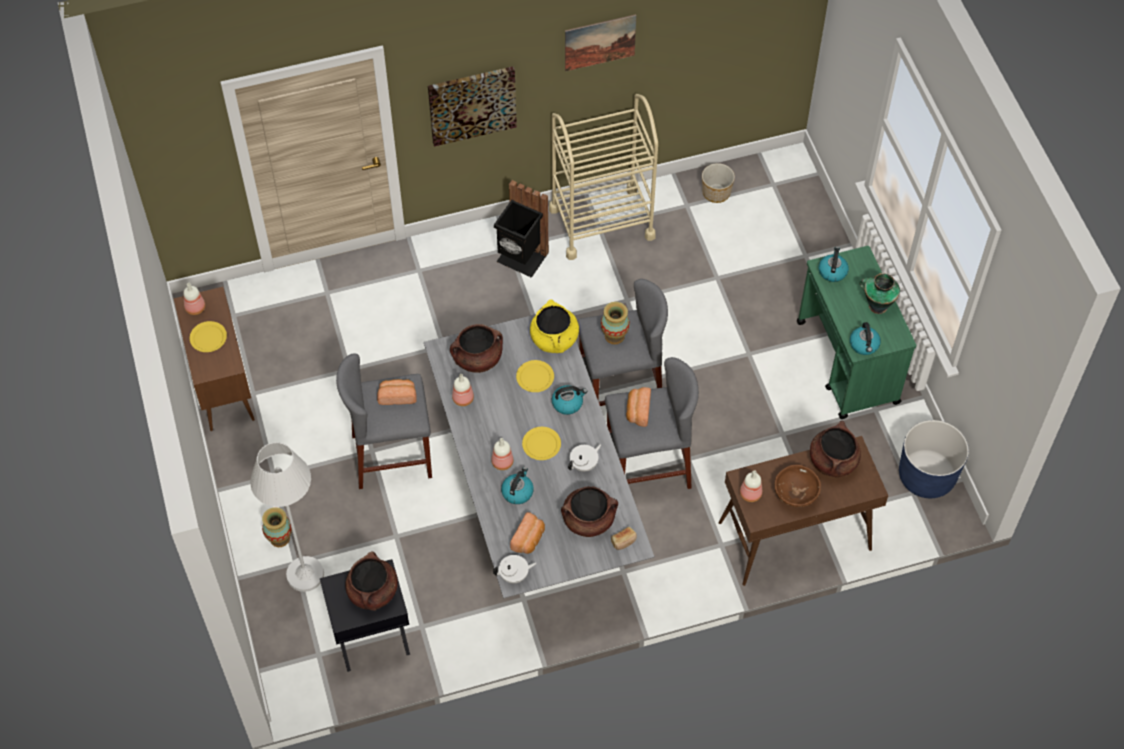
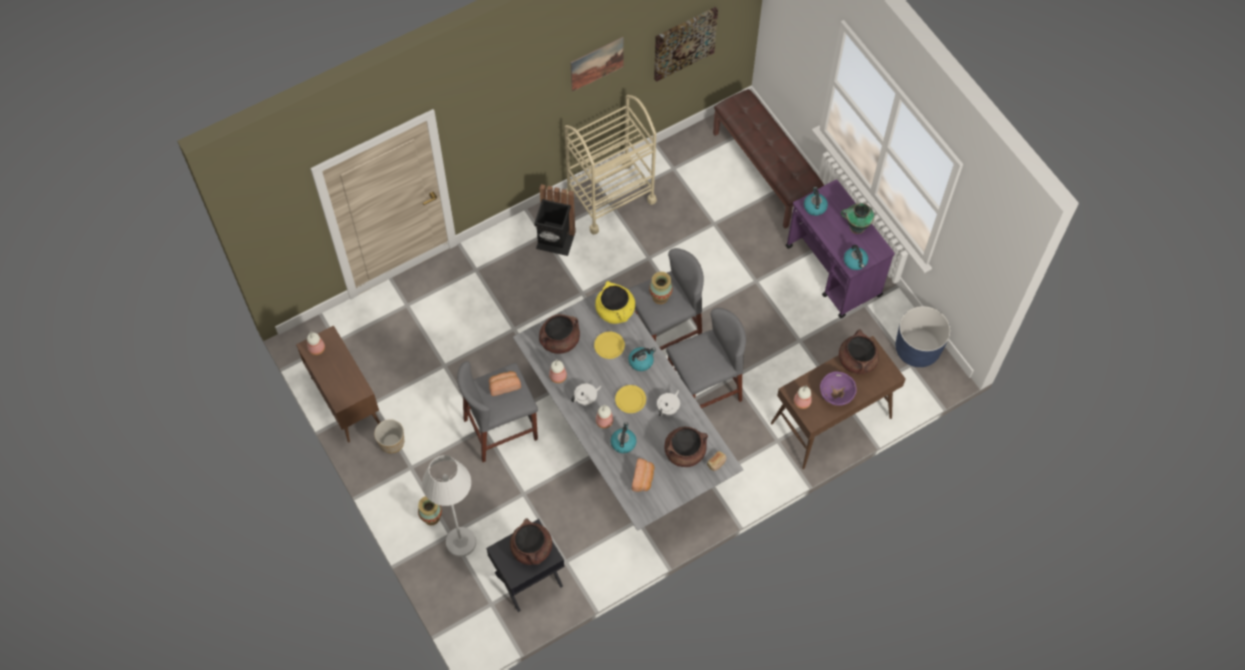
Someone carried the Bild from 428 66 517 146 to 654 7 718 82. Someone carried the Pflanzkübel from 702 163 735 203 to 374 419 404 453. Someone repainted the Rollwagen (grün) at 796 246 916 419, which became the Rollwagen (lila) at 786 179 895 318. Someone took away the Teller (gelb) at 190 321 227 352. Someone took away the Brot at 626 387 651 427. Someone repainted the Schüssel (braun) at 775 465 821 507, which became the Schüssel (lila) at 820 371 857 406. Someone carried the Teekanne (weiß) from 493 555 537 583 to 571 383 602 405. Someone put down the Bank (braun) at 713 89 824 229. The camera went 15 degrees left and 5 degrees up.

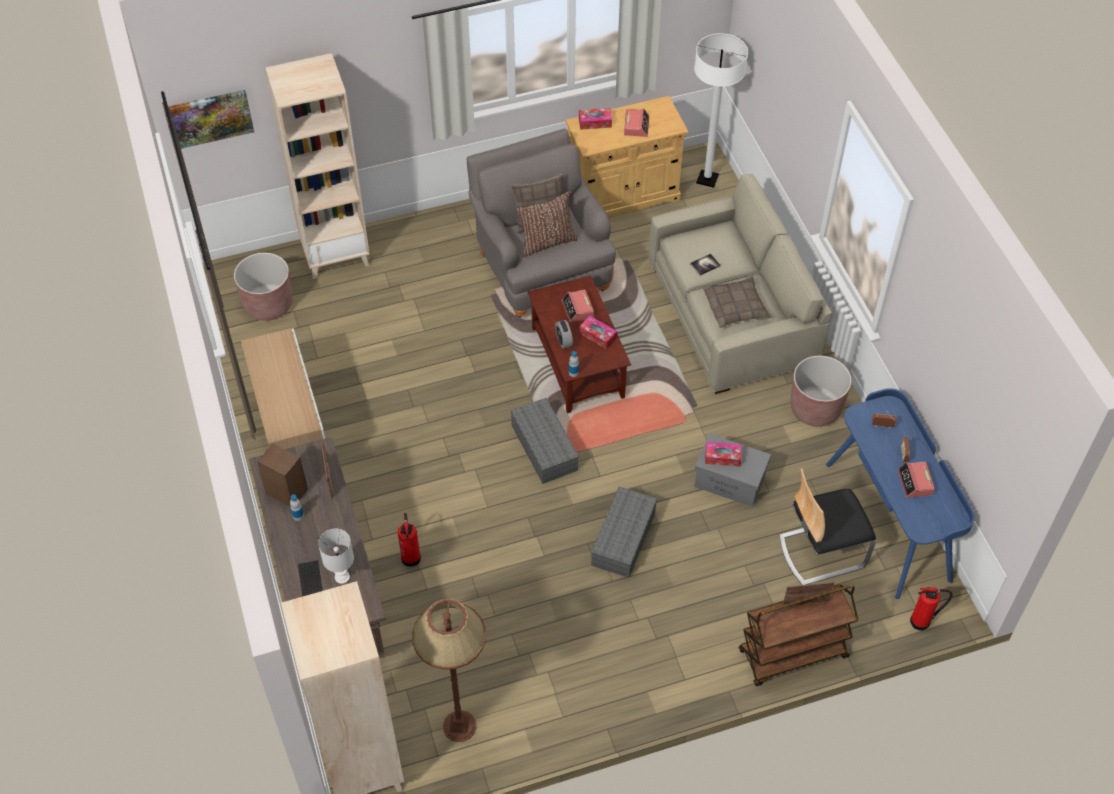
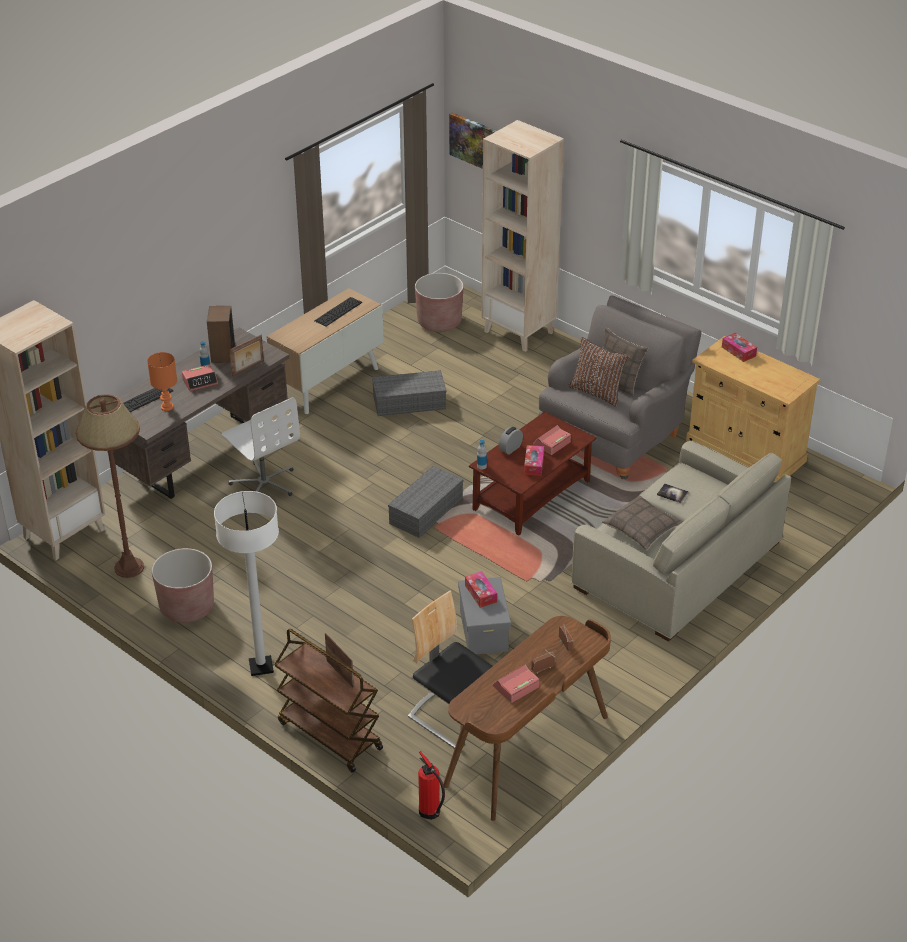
Someone carried the Stehlampe (weiß) from 694 33 748 188 to 214 491 279 676. Someone carried the Wecker from 624 109 649 137 to 182 365 218 391. Someone carried the Pflanzkübel (braun) from 790 356 851 427 to 152 548 214 623. Someone repainted the Schreibtisch (blau) at 826 388 975 599, which became the Schreibtisch (braun) at 443 616 611 821. Someone carried the Aufbewahrungsbox (grau) from 591 487 657 578 to 372 370 447 416. Someone swapped the Feuerlöscher at 398 513 421 566 for the Bürostuhl (weiß) at 222 397 300 496. Someone repainted the Tischlampe (weiß) at 318 529 354 584, which became the Tischlampe (orange) at 147 352 177 411. Someone put down the Tastatur at 314 297 362 326. The camera went 60 degrees right and 15 degrees down.

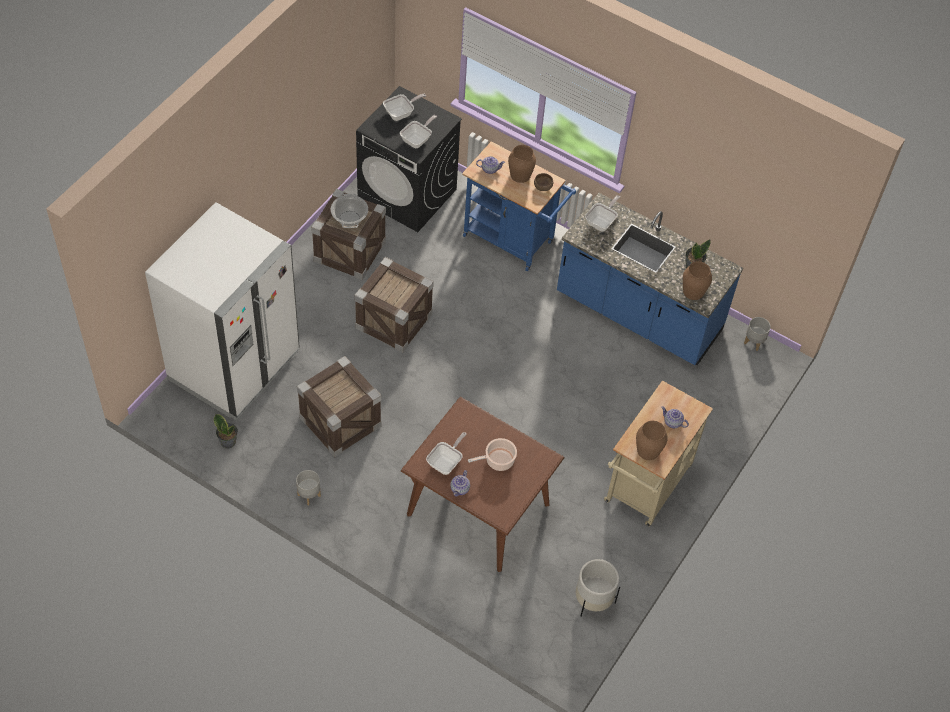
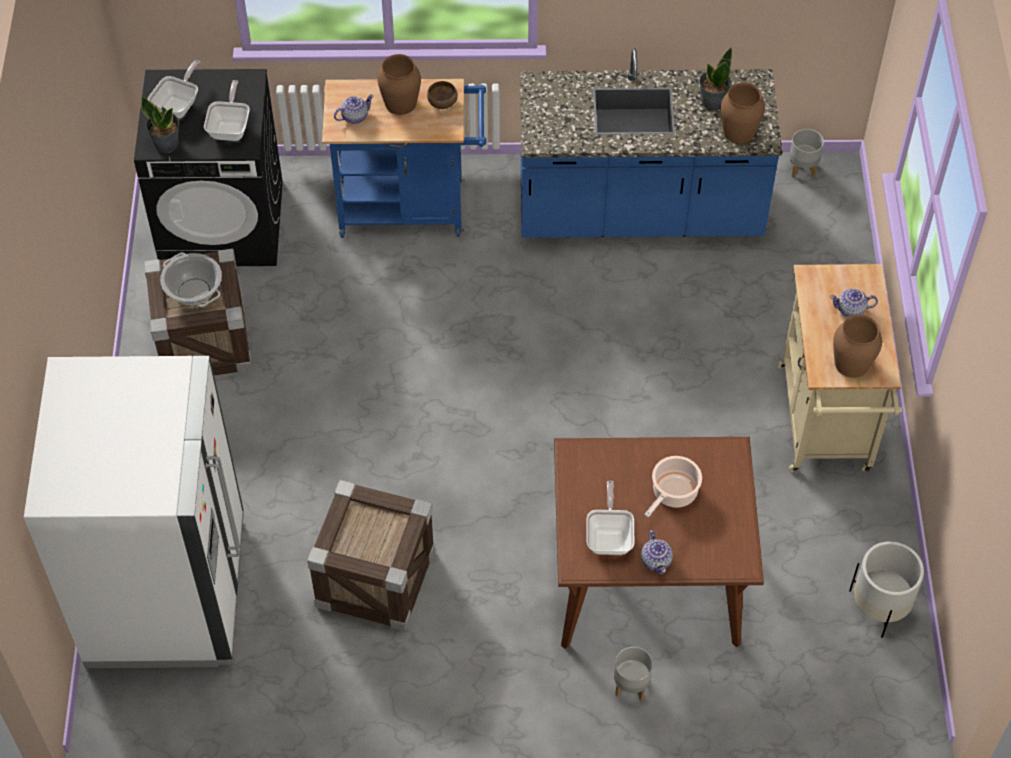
Someone took away the Pfanne at 585 195 620 231. Someone took away the Kiste at 355 257 434 353. Someone carried the Topfpflanze from 214 414 238 448 to 141 97 179 153. Someone carried the Pflanzkübel (grau) from 296 470 321 506 to 614 647 653 701. The camera went 30 degrees left and 0 degrees up.

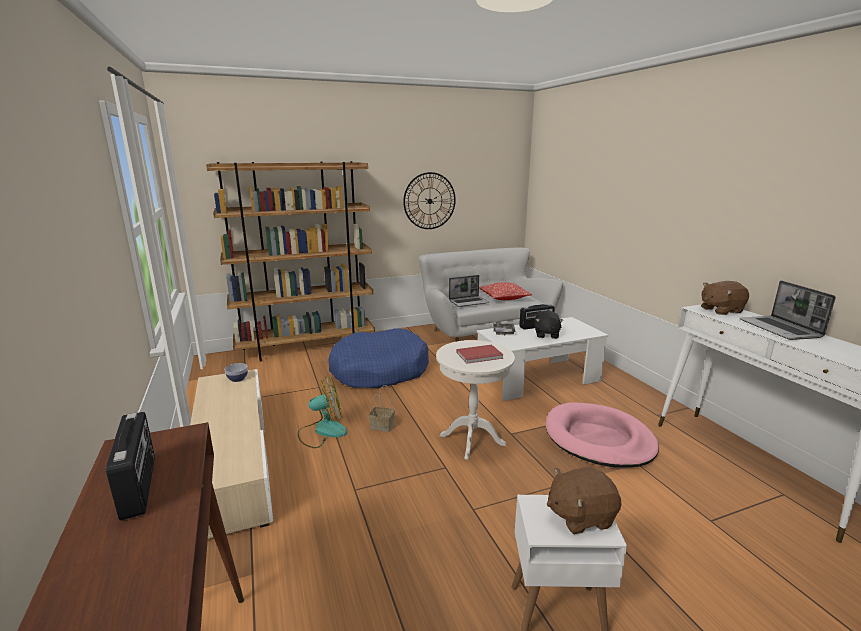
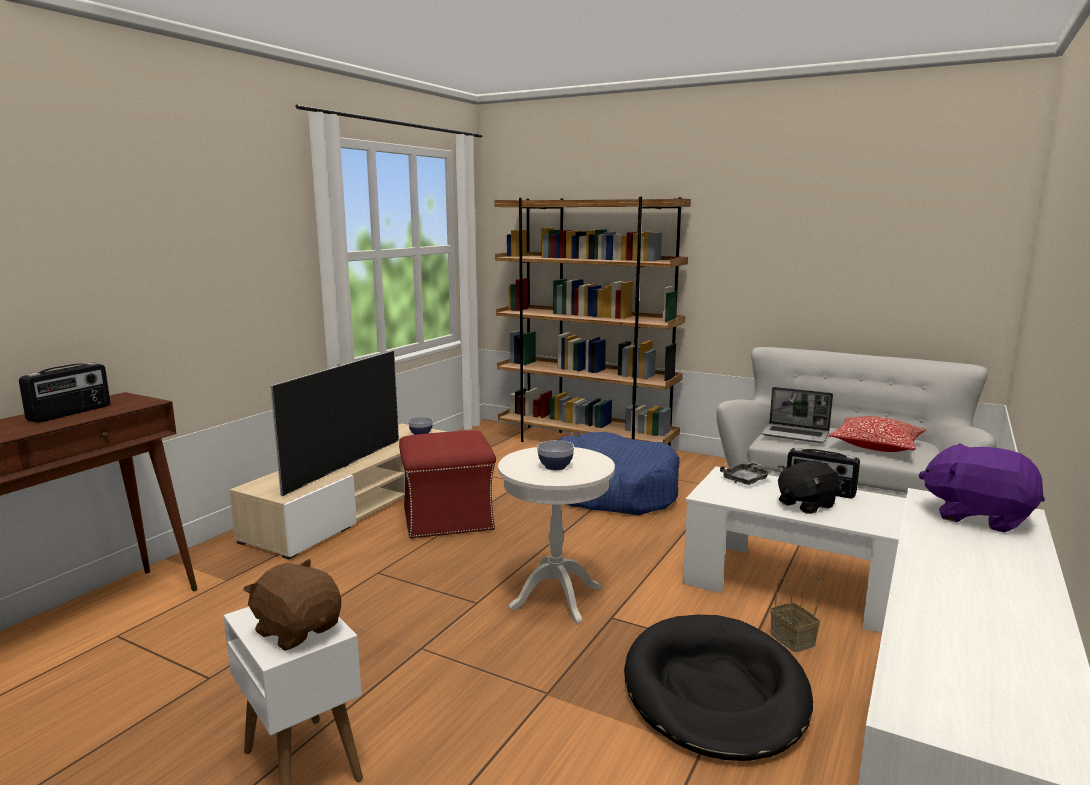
Someone took away the Wanduhr at 403 172 456 229. Someone repainted the Plüschtier (braun) at 701 281 749 315, which became the Plüschtier (lila) at 919 443 1045 533. Someone took away the Laptop at 739 281 836 340. Someone swapped the Buch (rot) at 456 345 504 364 for the Schüssel at 537 440 574 470. Someone swapped the Ventilator at 298 376 347 448 for the Polsterhocker (rot) at 399 430 496 539. Someone carried the Korb from 369 385 395 432 to 771 570 820 652. Someone repainted the Hundebett (rosa) at 546 402 659 468, which became the Hundebett (schwarz) at 624 615 813 761. Someone put down the Fernseher at 270 351 399 496. The camera went 50 degrees right and 5 degrees down.

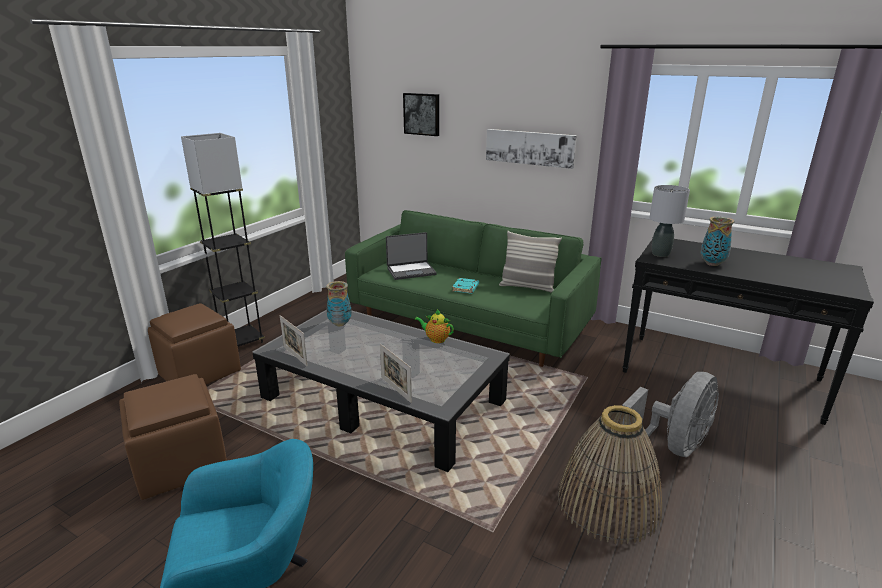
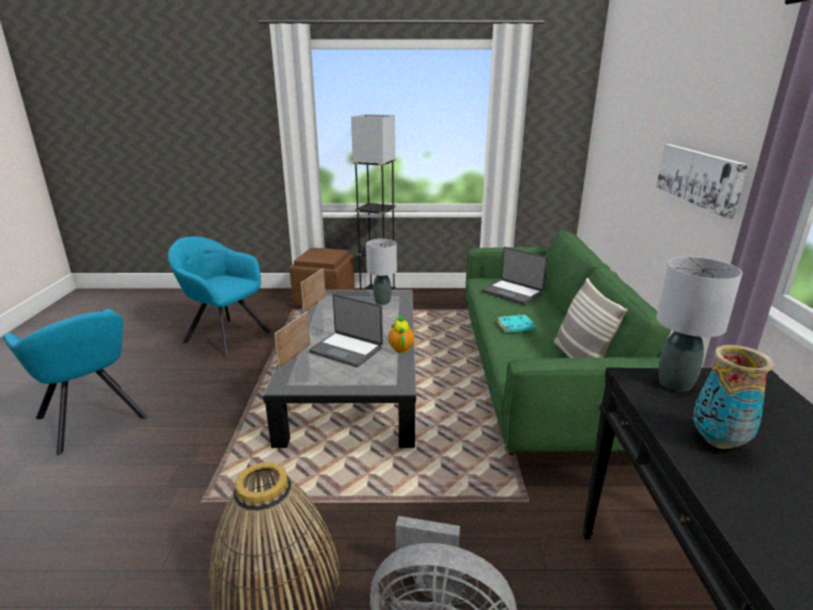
Someone took away the Bild at 403 93 439 136. Someone swapped the Vase at 326 281 352 326 for the Tischlampe (grau) at 366 239 397 305. Someone swapped the Polsterhocker (braun) at 119 374 227 500 for the Sessel (türkis) at 168 236 272 358. Someone put down the Laptop at 309 294 383 367. The camera went 60 degrees right and 0 degrees up.

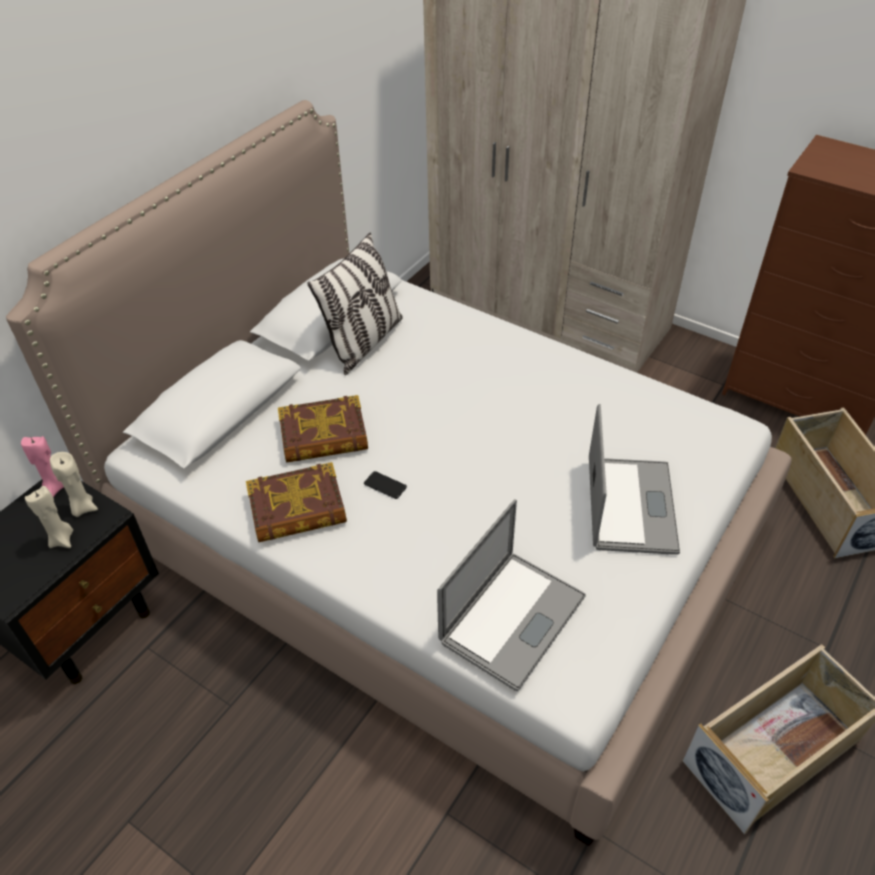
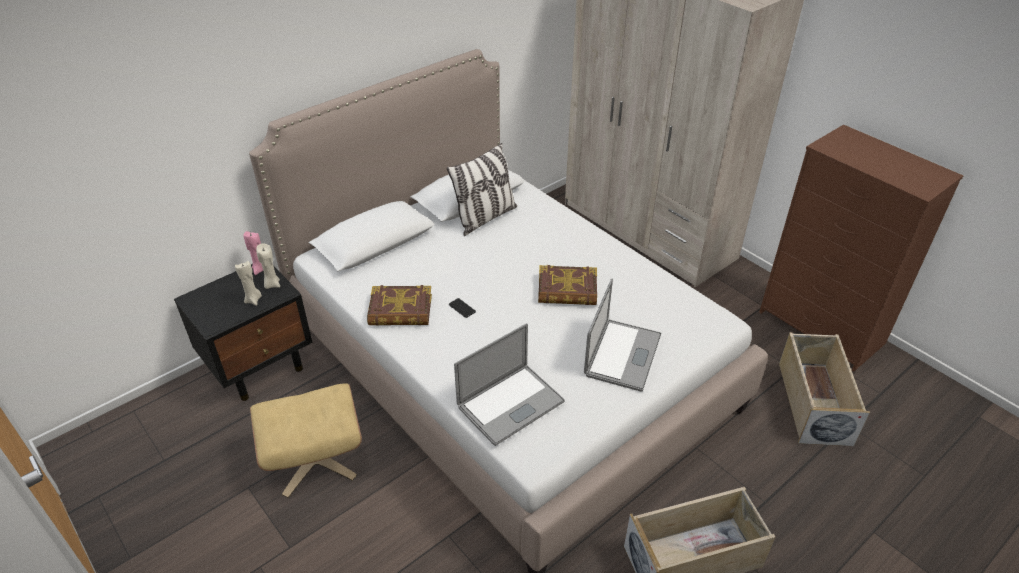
Someone carried the Buch from 278 395 368 463 to 538 265 597 305. Someone put down the Polsterhocker (beige) at 250 383 362 498. The camera went 15 degrees right and 5 degrees down.

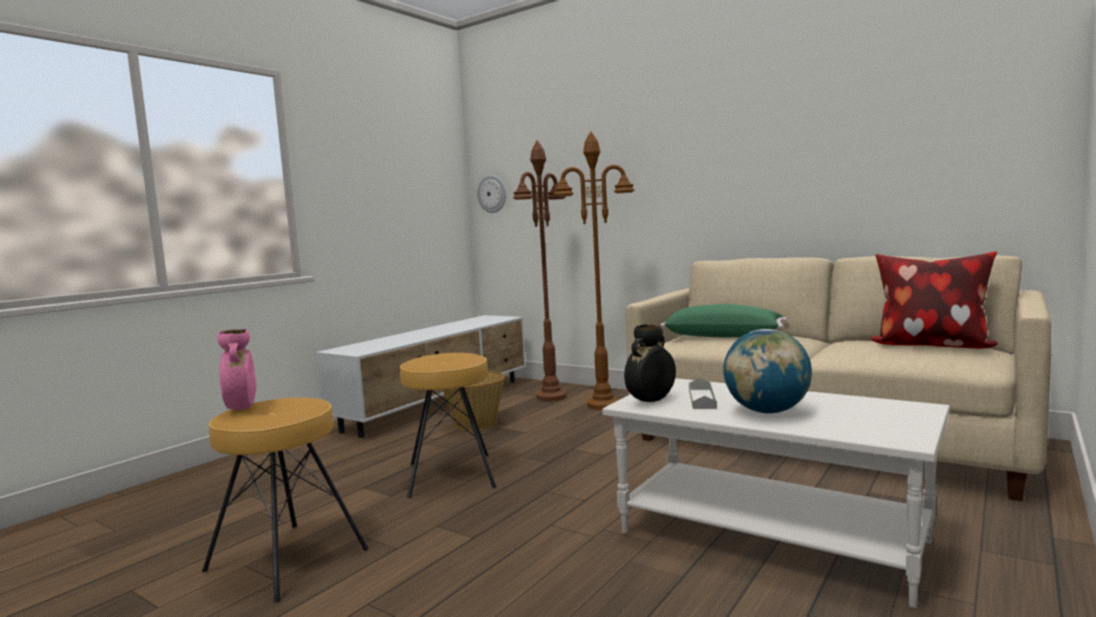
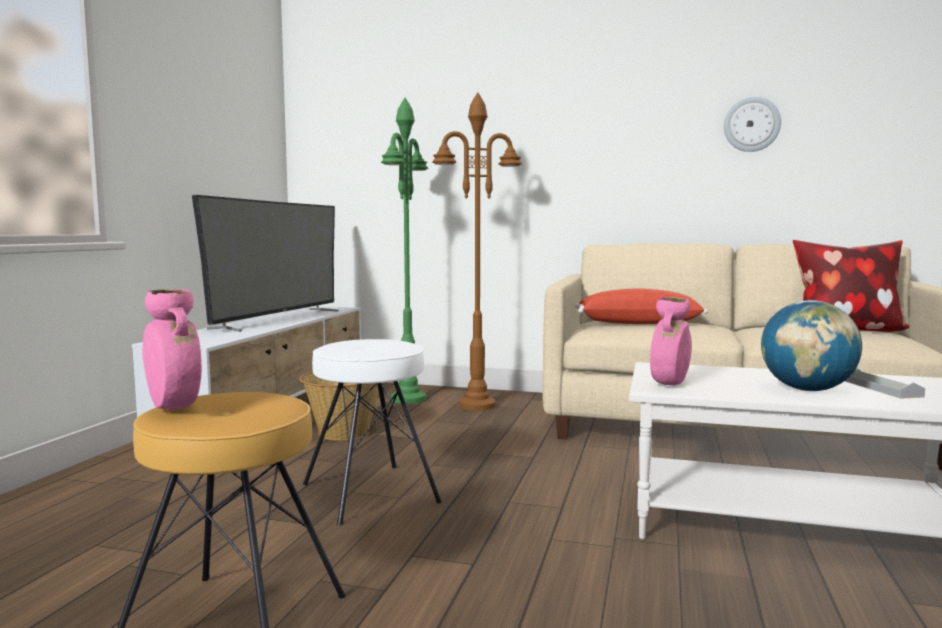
Someone repainted the Stehlampe (braun) at 513 140 567 401, which became the Stehlampe (grün) at 381 98 428 404. Someone carried the Wanduhr from 477 175 506 213 to 724 97 781 152. Someone repainted the Kissen (grün) at 661 304 787 337, which became the Kissen (rot) at 575 288 708 324. Someone repainted the Vase (schwarz) at 624 325 676 402, which became the Vase (rosa) at 650 297 692 385. Someone repainted the Hocker (braun) at 400 353 496 498, which became the Hocker (weiß) at 303 339 442 525. Someone carried the Tablett (grau) from 689 378 717 409 to 845 368 925 399. Someone put down the Fernseher at 192 195 339 332. The camera went 20 degrees left and 0 degrees up.

